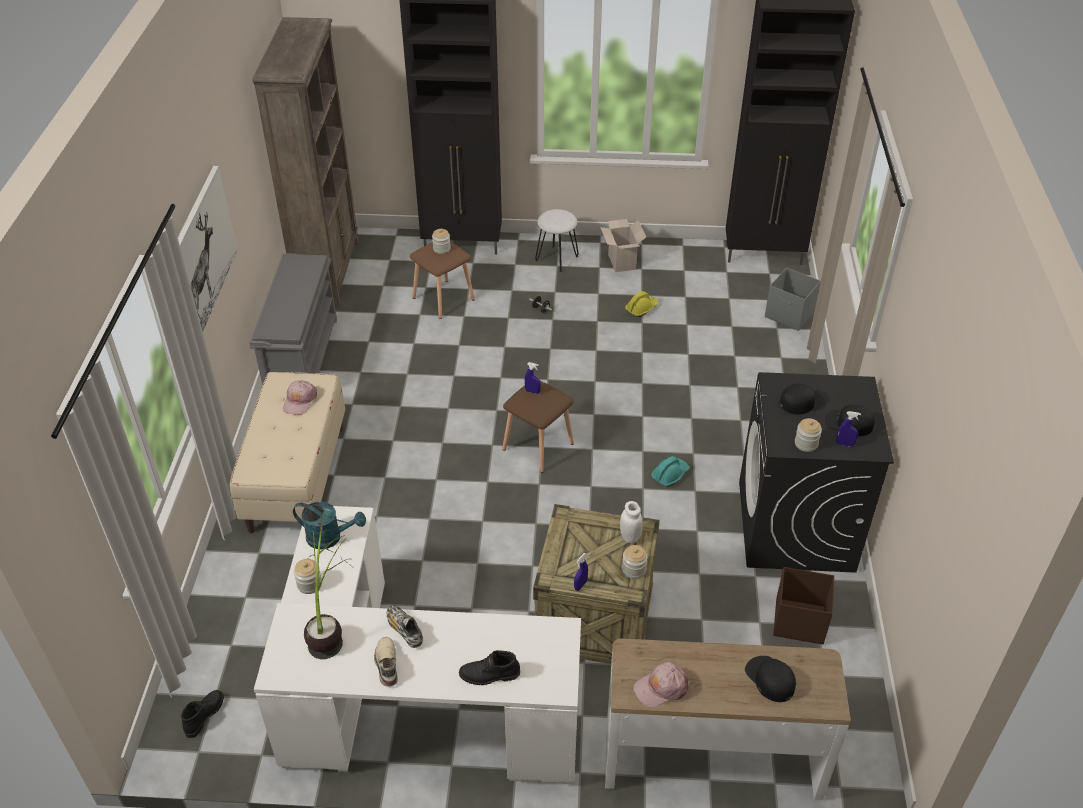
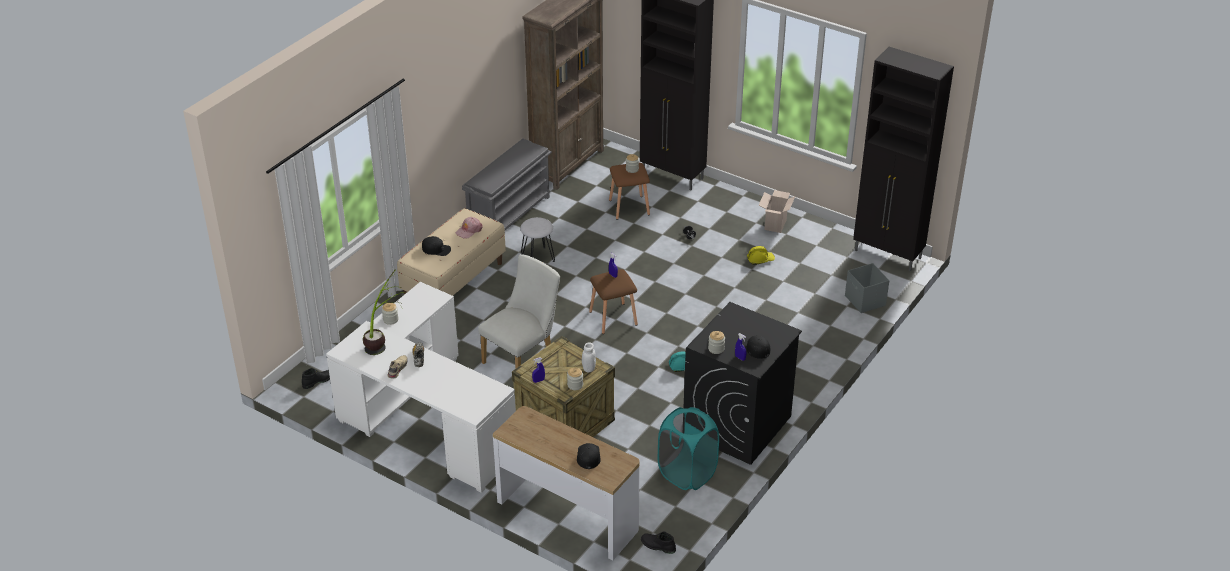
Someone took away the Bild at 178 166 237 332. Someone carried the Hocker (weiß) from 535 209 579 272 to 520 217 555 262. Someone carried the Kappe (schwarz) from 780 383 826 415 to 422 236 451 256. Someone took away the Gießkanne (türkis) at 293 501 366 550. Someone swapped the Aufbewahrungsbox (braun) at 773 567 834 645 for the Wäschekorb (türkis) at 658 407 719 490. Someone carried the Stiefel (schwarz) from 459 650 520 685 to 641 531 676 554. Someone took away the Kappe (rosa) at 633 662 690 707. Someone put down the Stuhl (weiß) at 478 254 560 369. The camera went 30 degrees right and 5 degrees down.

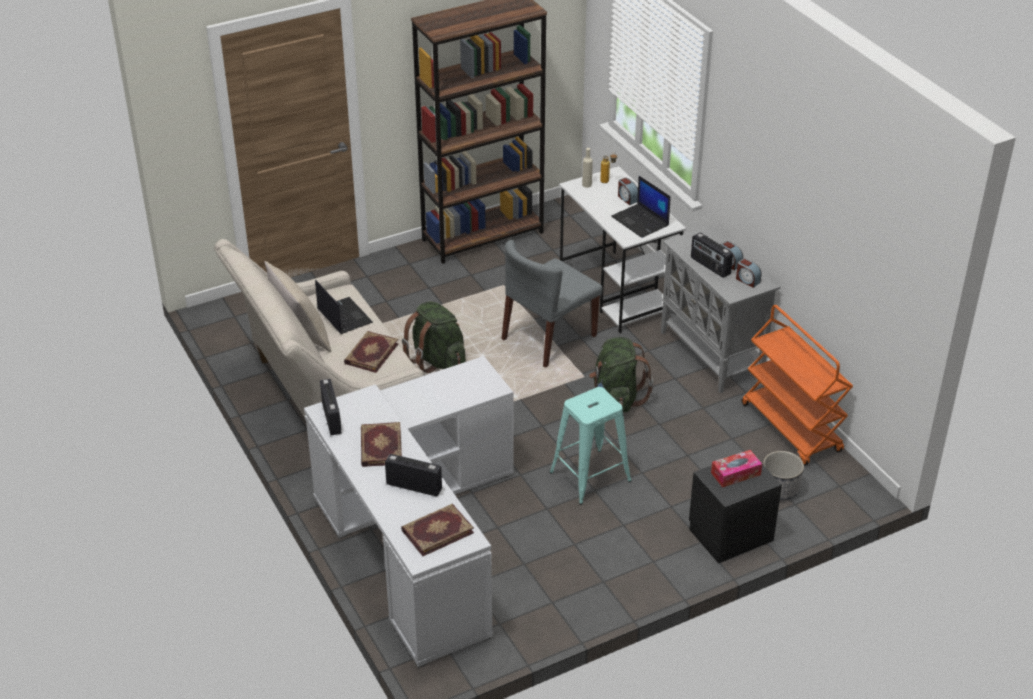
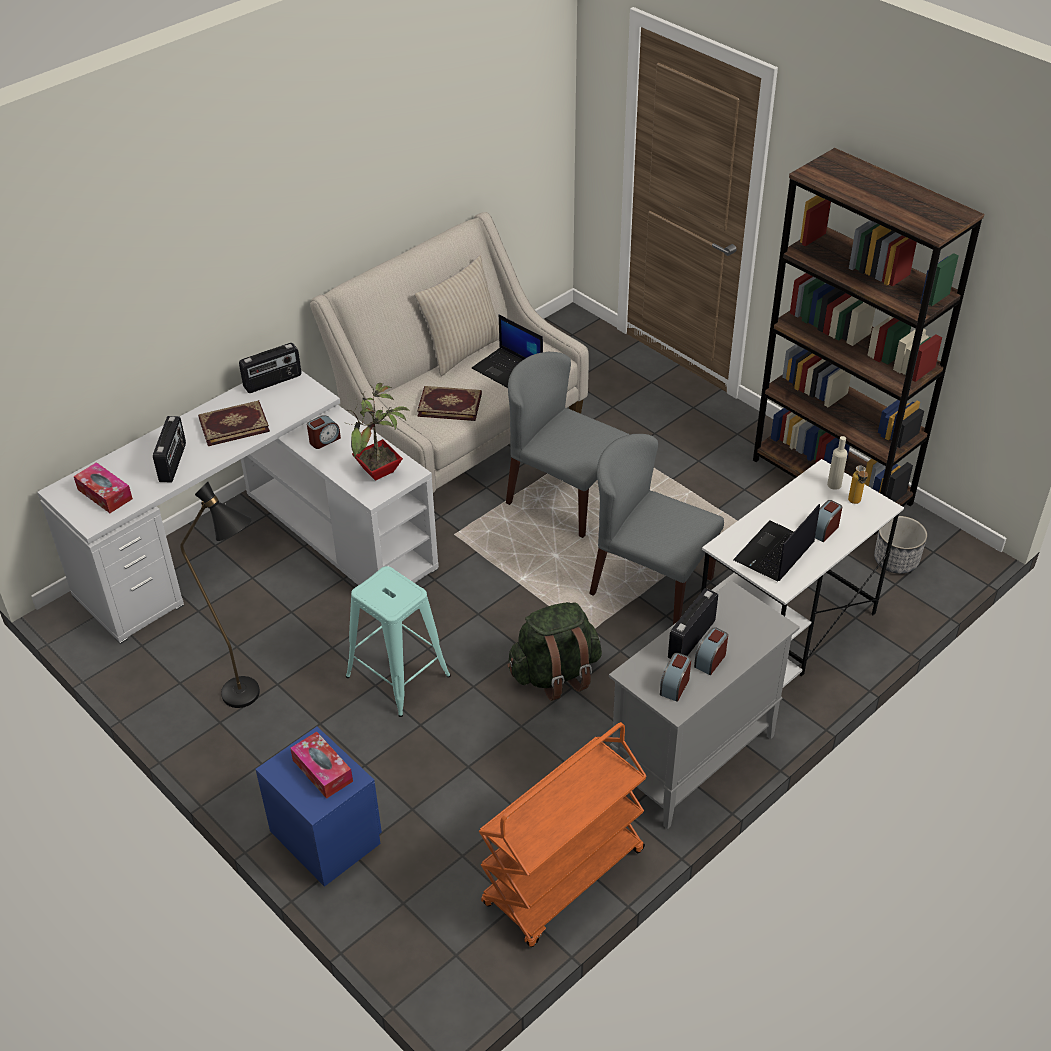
Someone rotated the Laptop at 315 280 373 334 by 90 degrees clockwise. Someone swapped the Rucksack (grün) at 402 301 466 373 for the Stuhl (grau) at 506 352 630 538. Someone carried the Pflanzkübel from 763 451 804 500 to 874 516 927 574. Someone repainted the Nachttisch (schwarz) at 689 465 782 564, which became the Nachttisch (blau) at 256 727 382 887. Someone swapped the Buch at 401 504 474 556 for the Taschentuchbox at 74 462 133 513. Someone put down the Topfpflanze at 347 383 410 481. Someone put down the Wecker at 307 415 341 449. Someone put down the Stehlampe (schwarz) at 180 482 260 708. The camera went 75 degrees right and 5 degrees up.

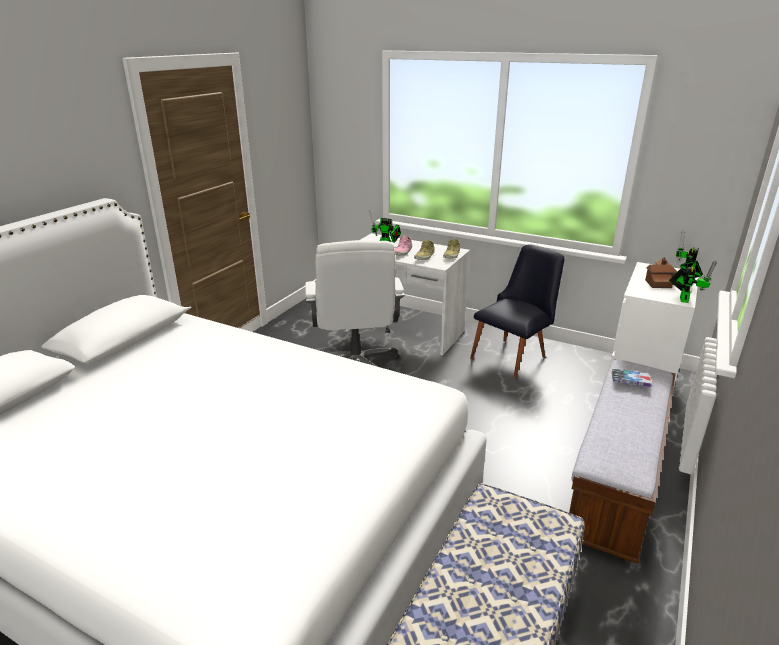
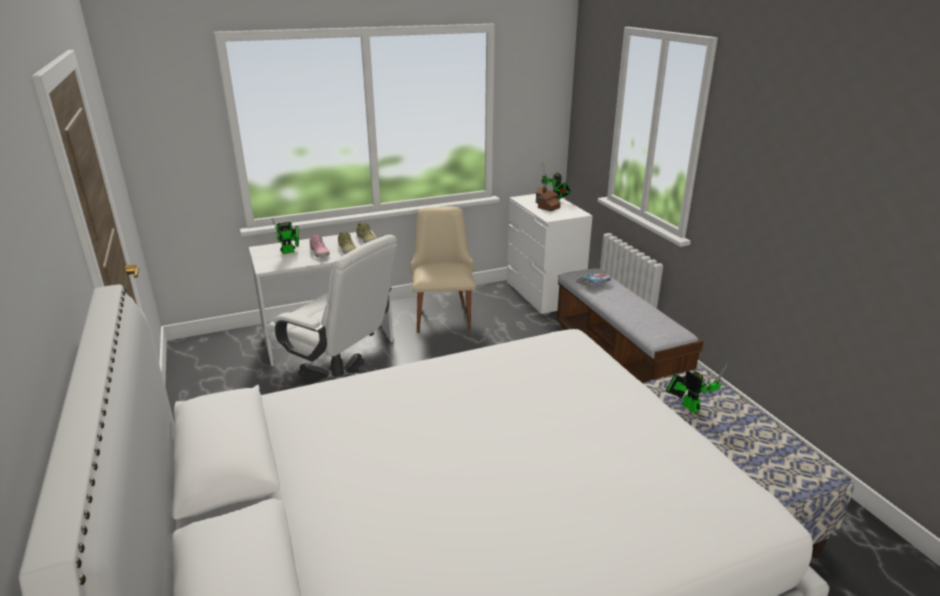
Someone repainted the Stuhl (schwarz) at 470 244 565 379, which became the Stuhl (beige) at 410 207 476 333. Someone carried the Spielzeugroboter from 669 260 717 303 to 665 362 729 413. The camera went 50 degrees left and 0 degrees up.

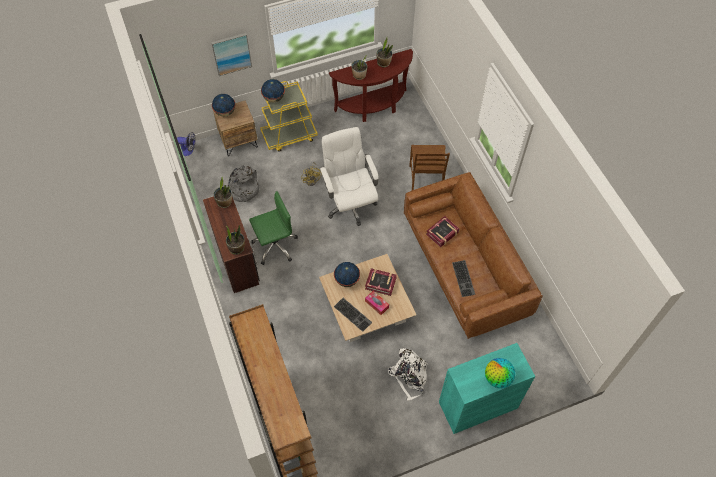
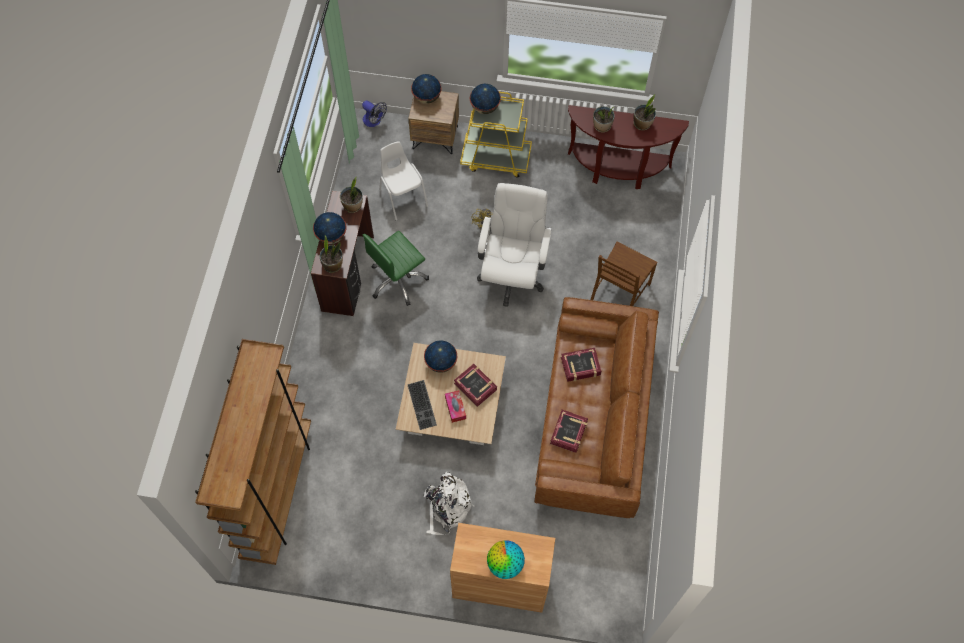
Someone took away the Bild at 211 33 252 76. Someone swapped the Rucksack (grau) at 223 165 259 202 for the Stuhl (weiß) at 379 141 428 221. Someone rotated the Bürostuhl (grün) at 249 191 298 265 by 135 degrees clockwise. Someone swapped the Tastatur at 452 260 475 297 for the Buch at 550 410 588 453. Someone repainted the Schrank (türkis) at 439 343 535 434, which became the Schrank (braun) at 450 523 555 613. Someone put down the Globus at 313 212 346 244. The camera went 30 degrees right and 5 degrees up.

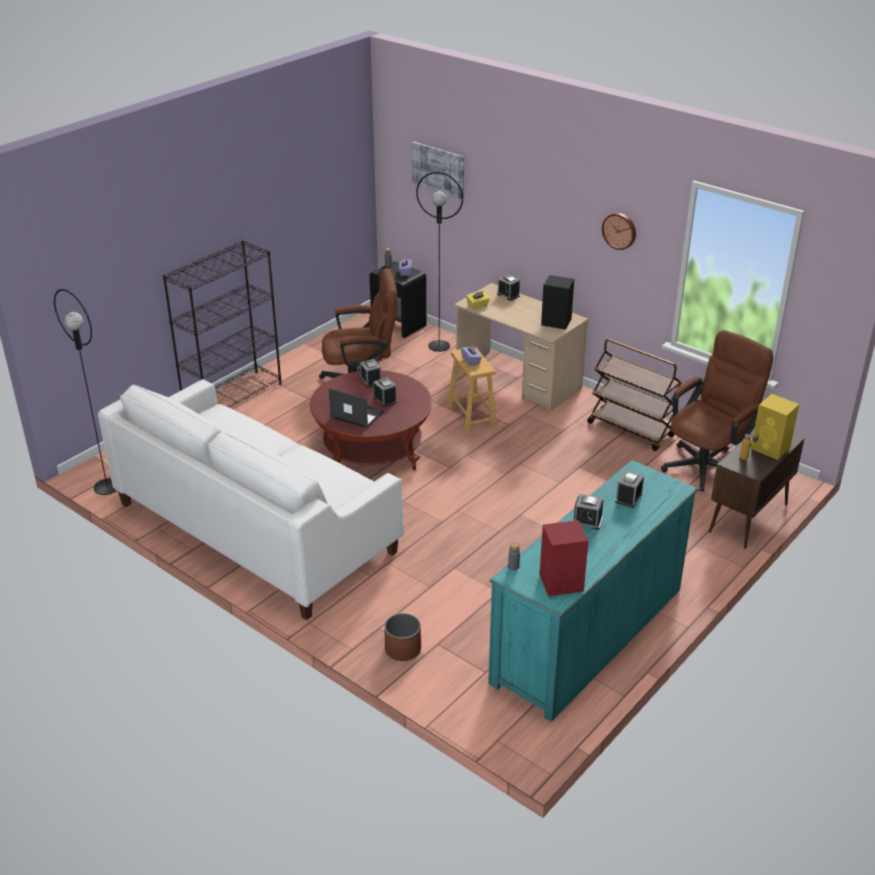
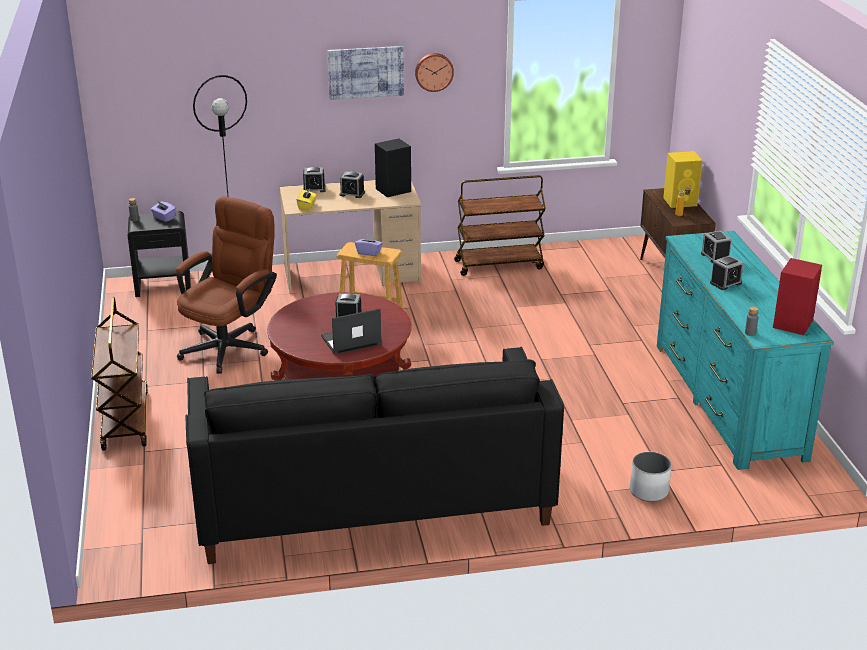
Someone carried the Bild from 412 142 464 199 to 327 46 404 100. Someone swapped the Bücherregal (schwarz) at 163 240 281 408 for the Rollwagen (braun) at 91 297 148 451. Someone took away the Stehlampe (schwarz) at 54 289 117 495. Someone took away the Bürostuhl (braun) at 661 330 773 491. Someone carried the Wecker from 360 359 381 388 to 340 171 365 198. Someone repainted the Sofa (weiß) at 98 379 404 620, which became the Sofa (schwarz) at 185 347 564 564. Someone repainted the Pflanzkübel (braun) at 384 613 421 661, which became the Pflanzkübel (weiß) at 630 452 671 502. The camera went 50 degrees left and 5 degrees down.

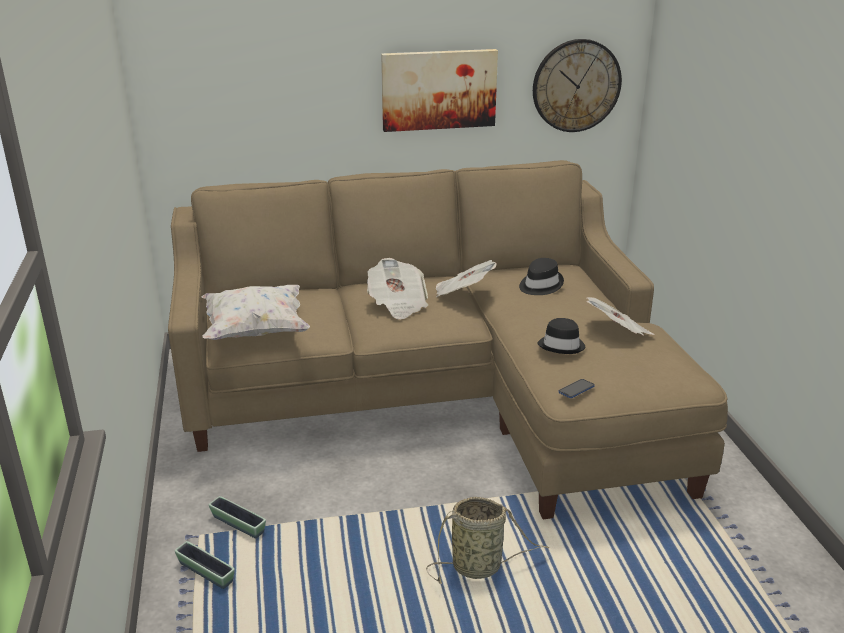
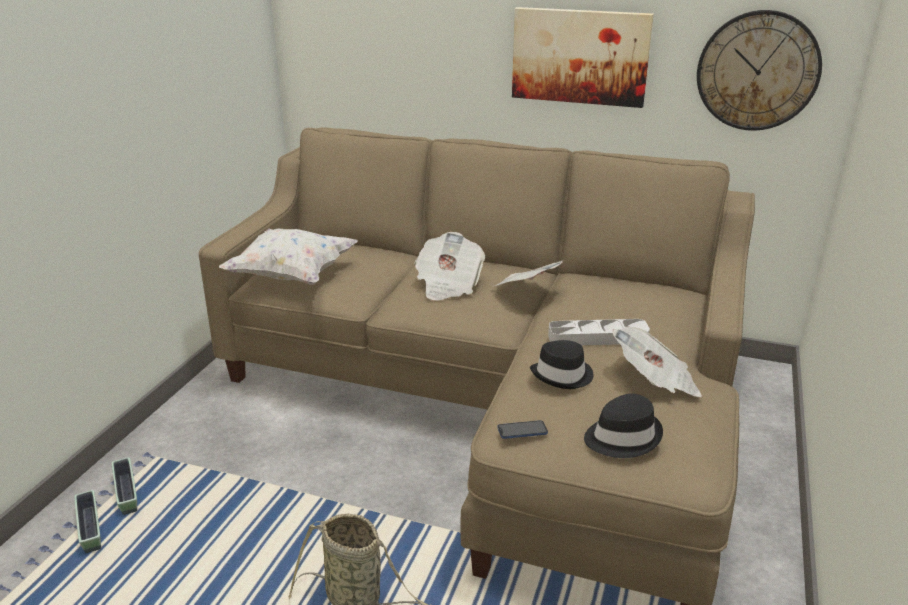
Someone carried the Hut (schwarz) from 519 258 564 295 to 584 394 663 458. Someone carried the Pflanzkübel from 209 496 266 538 to 74 490 101 553. Someone put down the Tablett (grau) at 548 319 650 345. The camera went 30 degrees right and 0 degrees up.

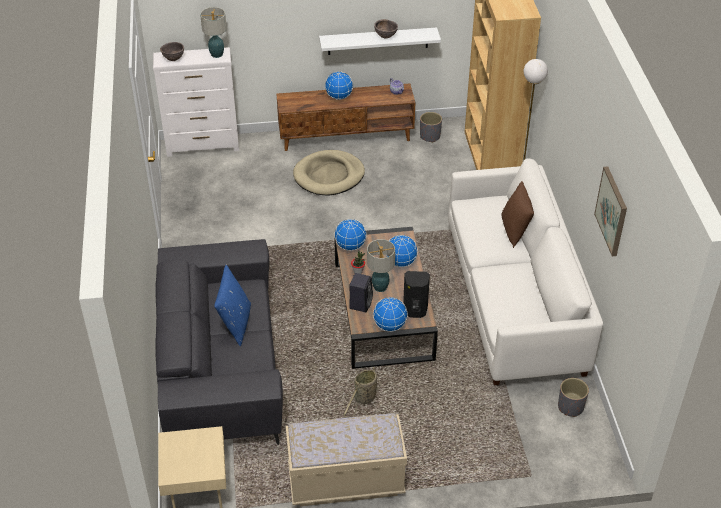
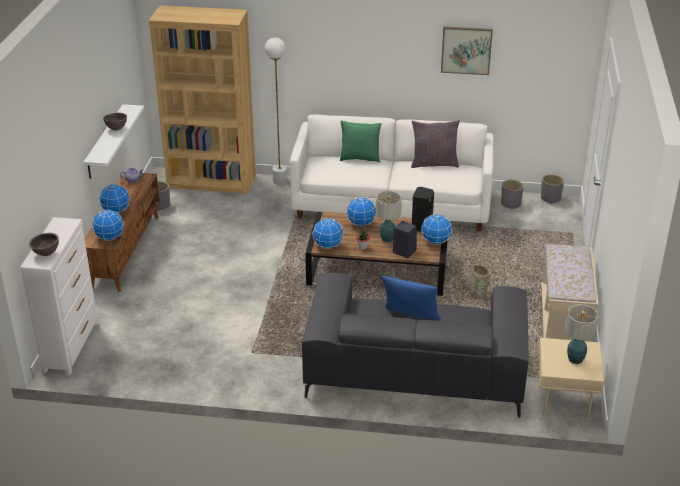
Someone carried the Tischlampe from 200 7 227 58 to 565 304 599 364. Someone took away the Hundebett (beige) at 293 150 365 196. Someone repainted the Kissen (braun) at 502 181 534 248, which became the Kissen (grün) at 340 120 382 163. Someone put down the Kissen (grau) at 411 120 460 168. Someone put down the Pflanzkübel (grau) at 541 174 564 204. Someone put down the Globus at 92 210 124 241. The camera went 75 degrees left and 10 degrees down.

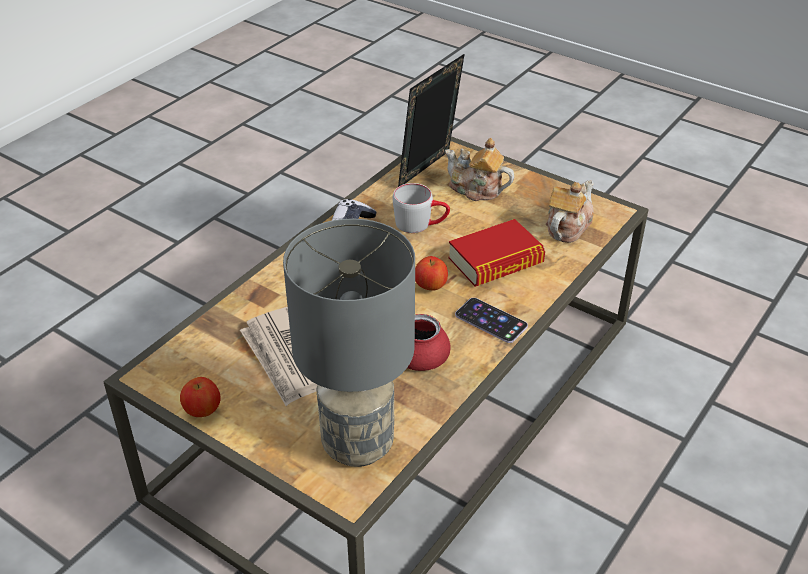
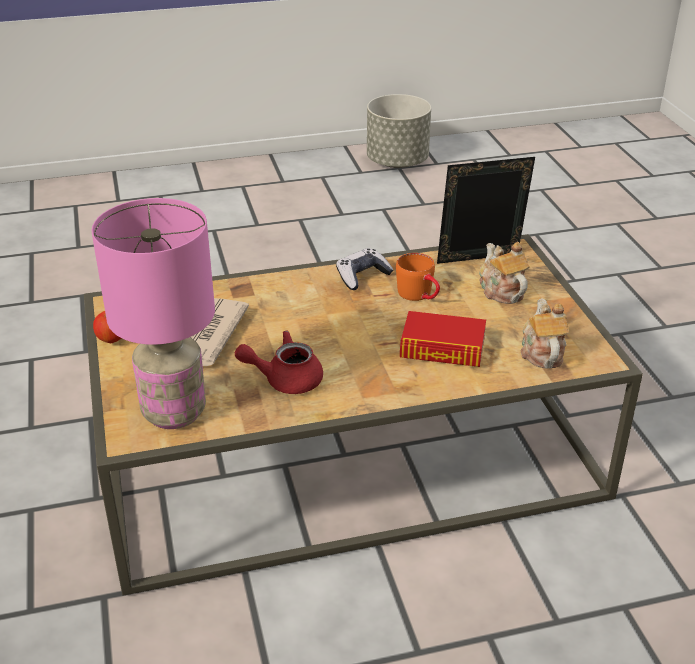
Someone rotated the Teekanne at 546 180 594 243 by 75 degrees counterclockwise. Someone repainted the Henkelbecher (grau) at 393 183 450 233, which became the Henkelbecher (orange) at 396 253 440 301. Someone repainted the Tischlampe (grau) at 283 219 415 467, which became the Tischlampe (rosa) at 91 198 215 429. Someone took away the Apfel at 415 256 448 290. Someone took away the Handy at 455 298 528 343. Someone put down the Pflanzkübel (grau) at 367 94 431 168. The camera went 40 degrees right and 5 degrees down.

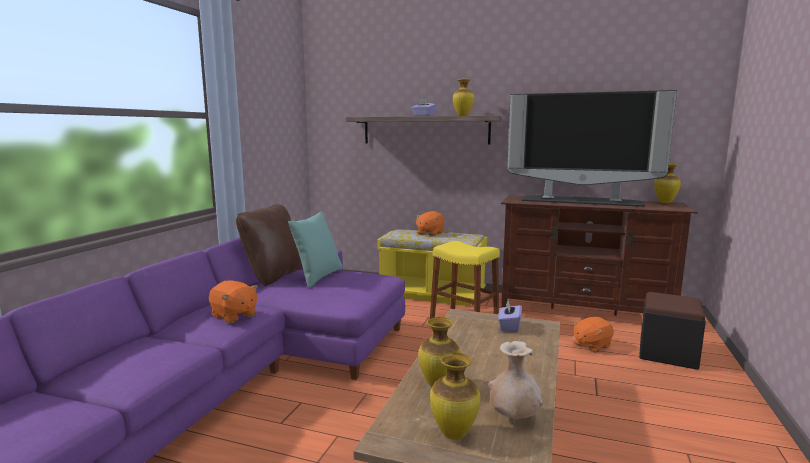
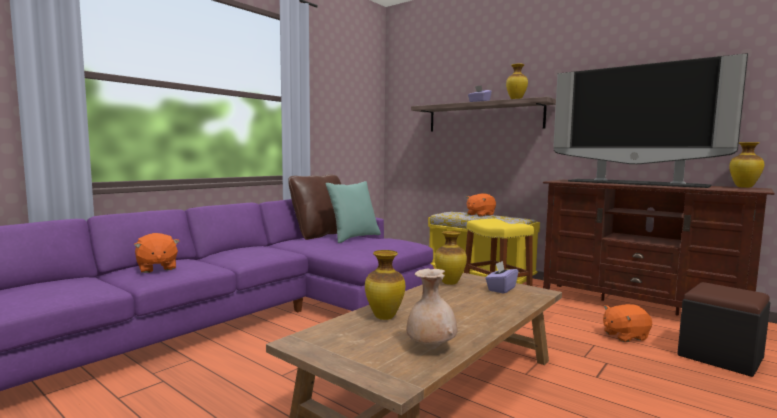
Someone carried the Plüschtier (orange) from 209 280 258 323 to 134 233 179 273. Someone carried the Vase from 430 353 480 440 to 435 230 467 285. The camera went 20 degrees right and 5 degrees down.

